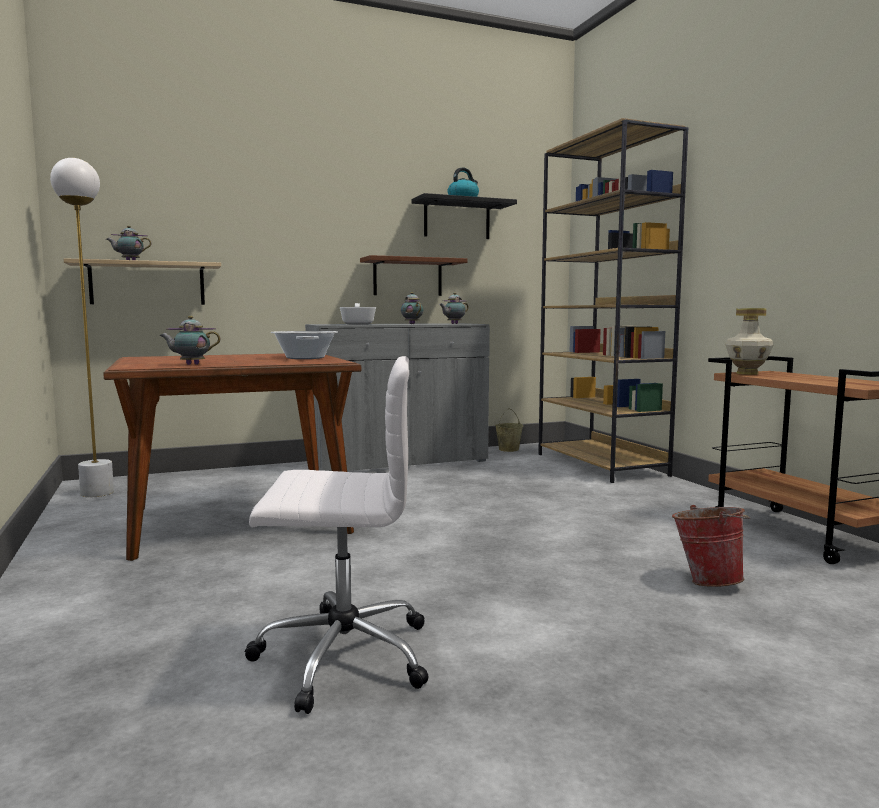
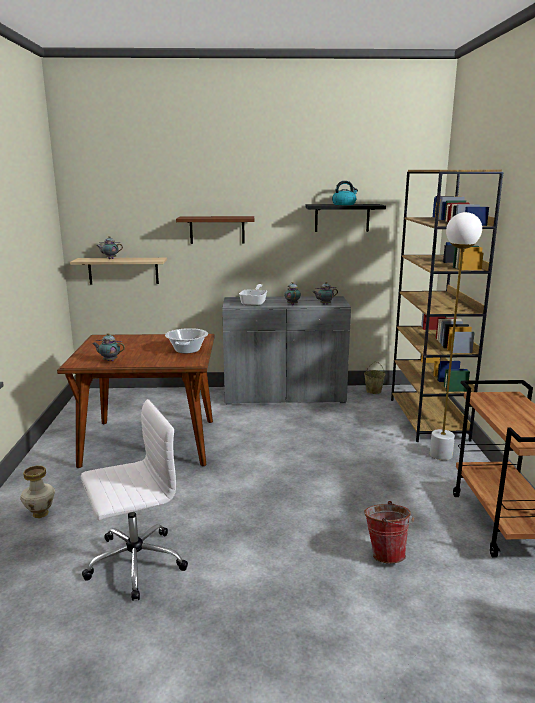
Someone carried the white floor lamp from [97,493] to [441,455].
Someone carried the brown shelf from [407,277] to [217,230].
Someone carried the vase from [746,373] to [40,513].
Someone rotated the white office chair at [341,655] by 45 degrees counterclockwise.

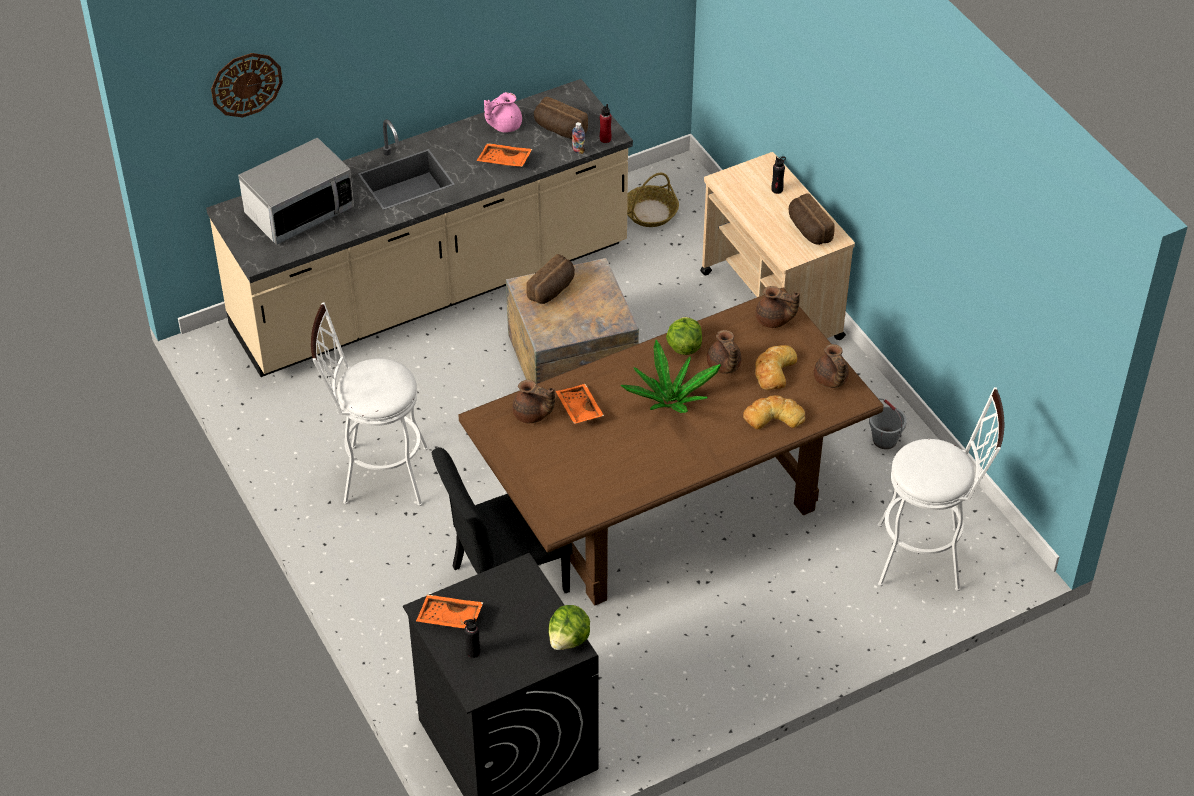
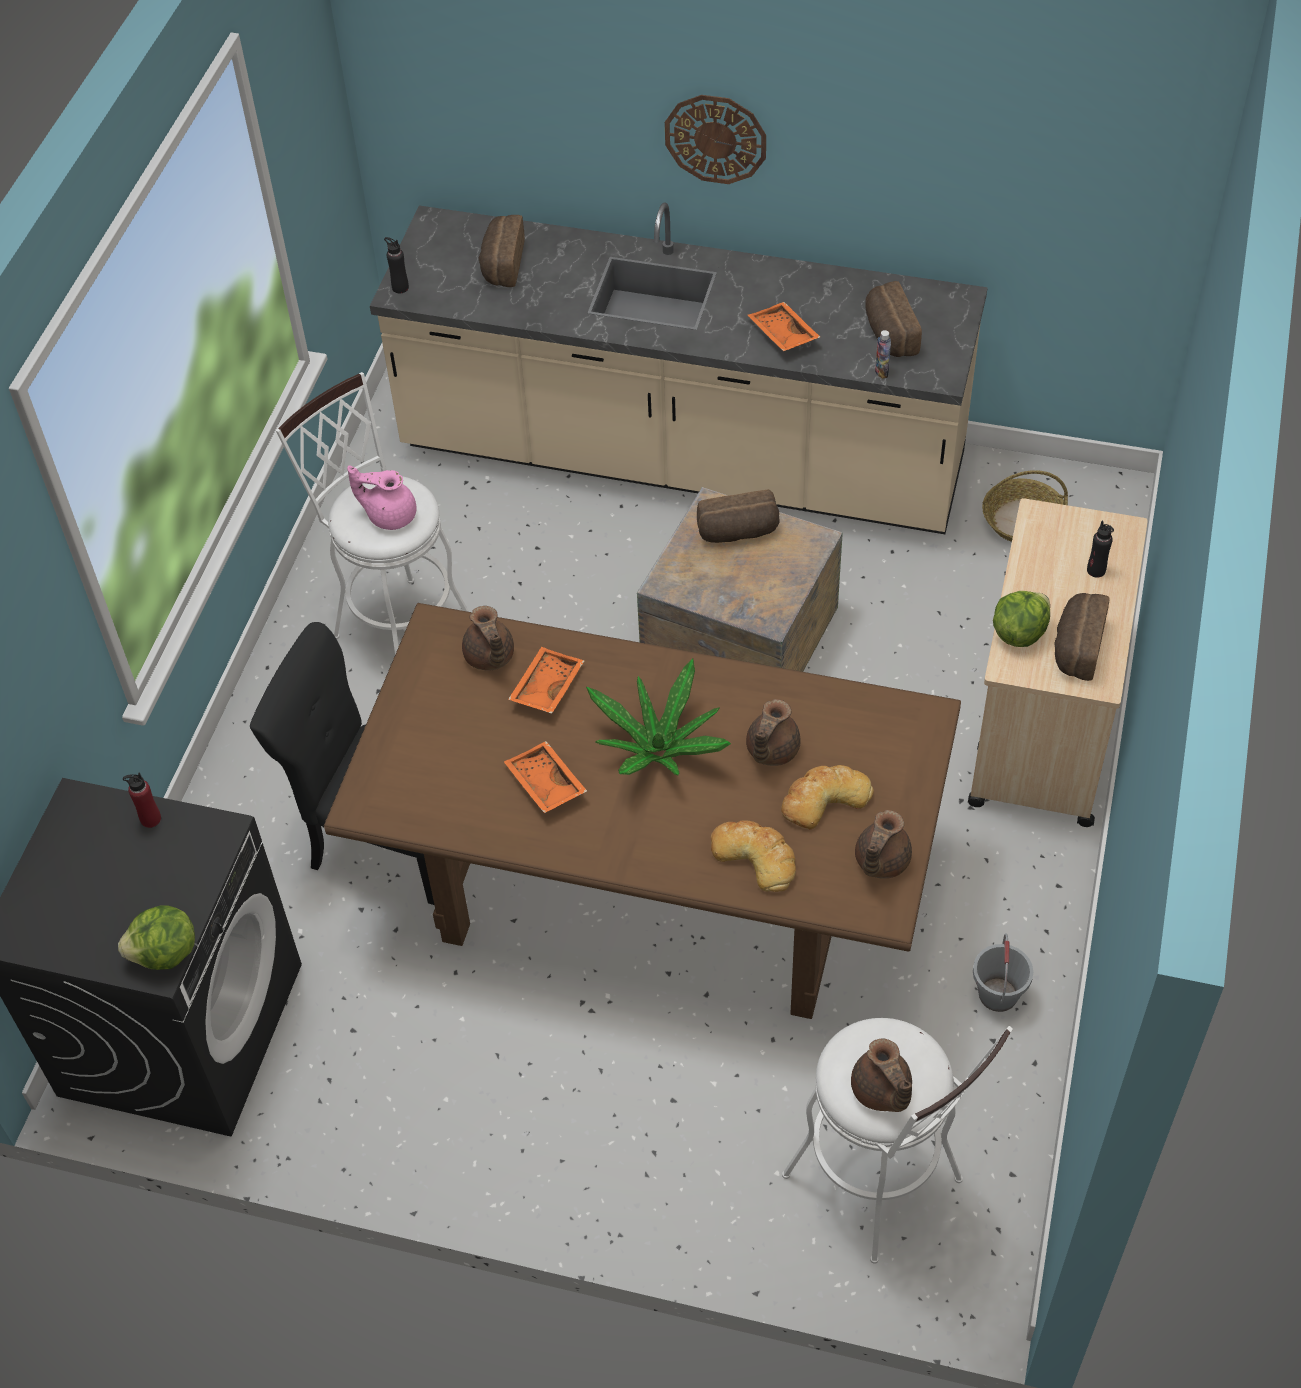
Someone carried the wall clock from [246,84] to [715,138].
Someone carried the pink teapot from [504,125] to [390,515].
Someone carried the red bottle from [605,139] to [150,819].
Someone swapped the microwave at [299,211] for the bread at [501,264].
Someone carried the brown teapot from [774,320] to [881,1092].
Someone carried the lettuce from [684,347] to [1019,633].
Someone carried the orange tray from [449,618] to [544,784].
Someone carried the black bottle from [473,652] to [400,287].

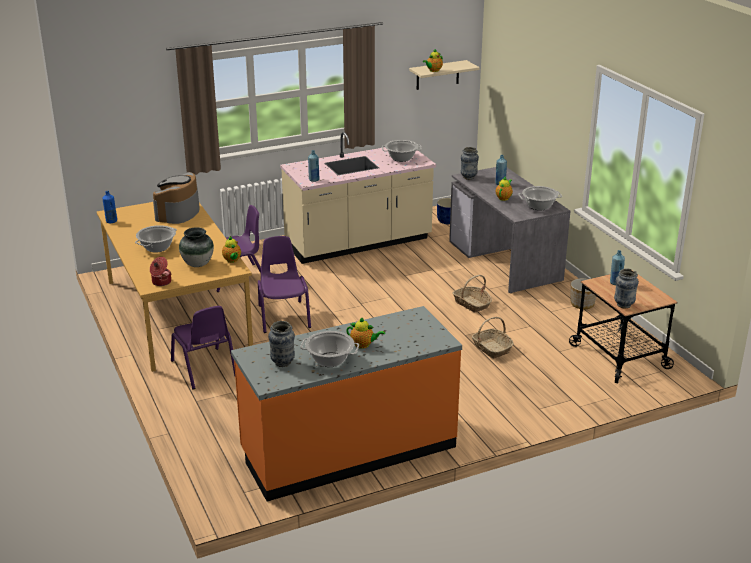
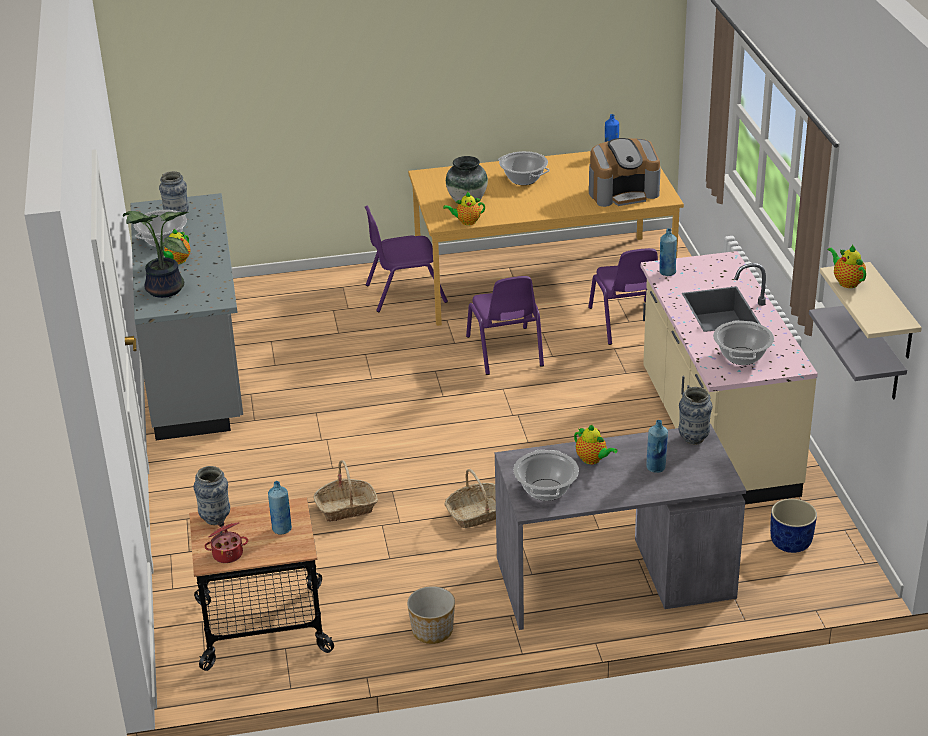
Someone rotated the coffee machine at [178,213] by 135 degrees clockwise.
Someone rotated the purple chair at [283,316] by 75 degrees clockwise.
Someone carried the cooking pot from [161,282] to [227,553].
Someone repainted the orange counter at [348,450], which became the grey counter at [197,370].
Someone put down the potted plant at [162,290].
Someone put up the grey shelf at [879,355].

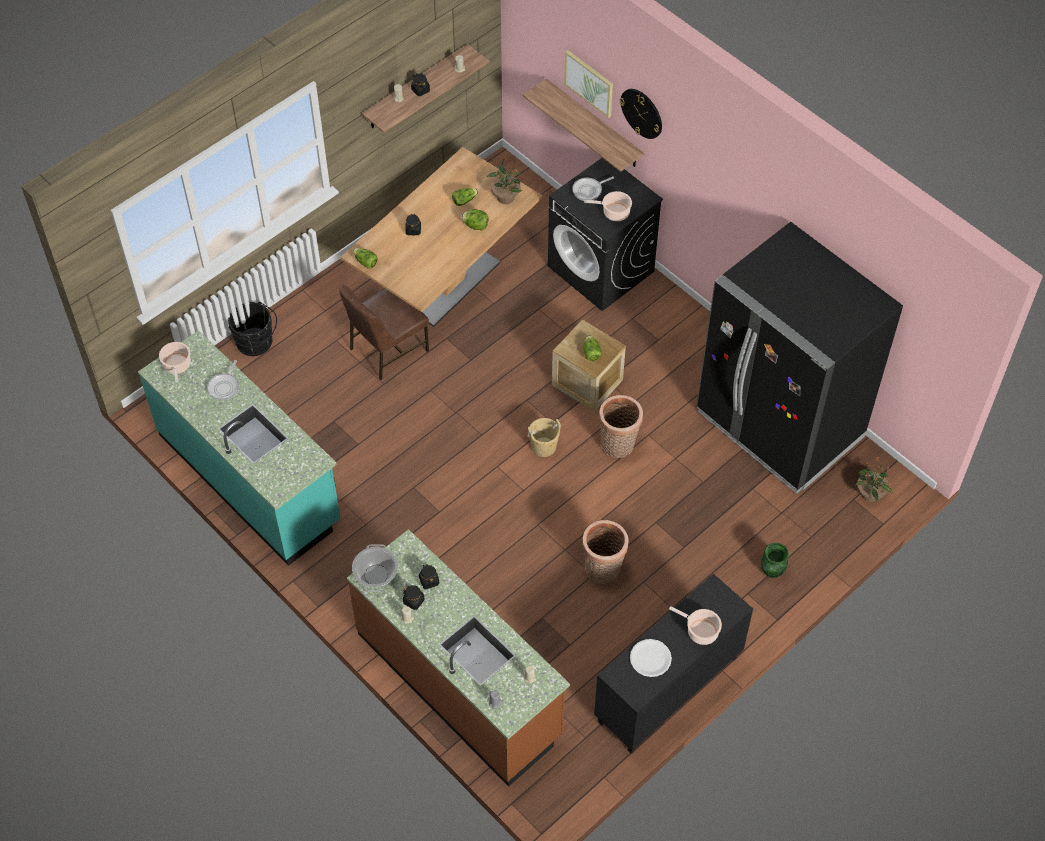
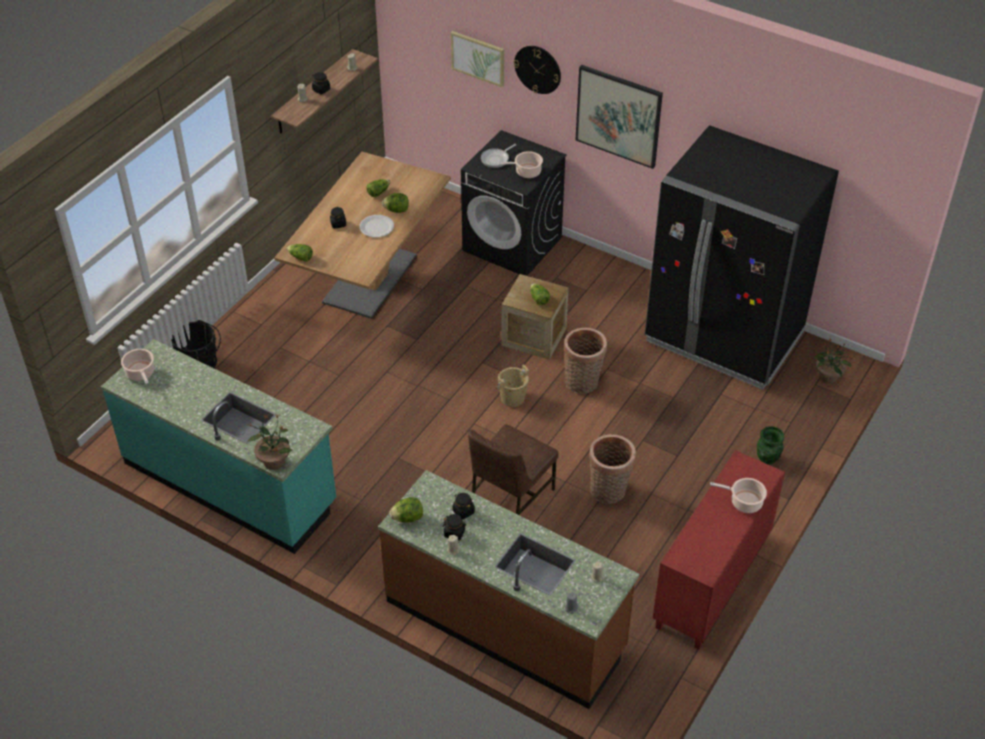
Someone took away the shelf at [594,124].
Someone carried the potted plant from [505,197] to [274,461].
Someone carried the brown chair from [387,349] to [510,497].
Someone took away the frying pan at [224,386].
Someone swapped the cooking pot at [376,575] for the lettuce at [408,518].
Someone repainted the black cabinet at [668,690], which became the red cabinet at [712,584].
Someone carried the white plate from [650,658] to [377,227].
Someone put up the picture at [618,116].

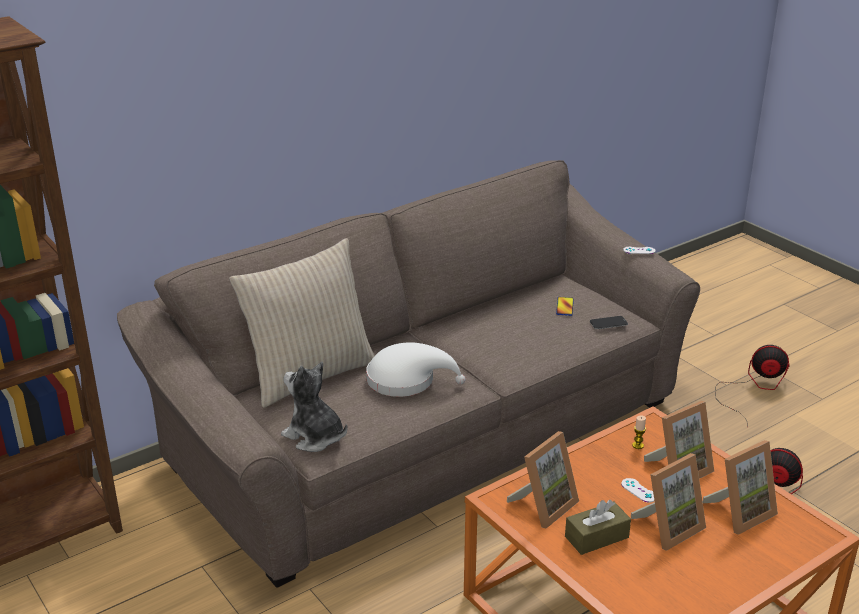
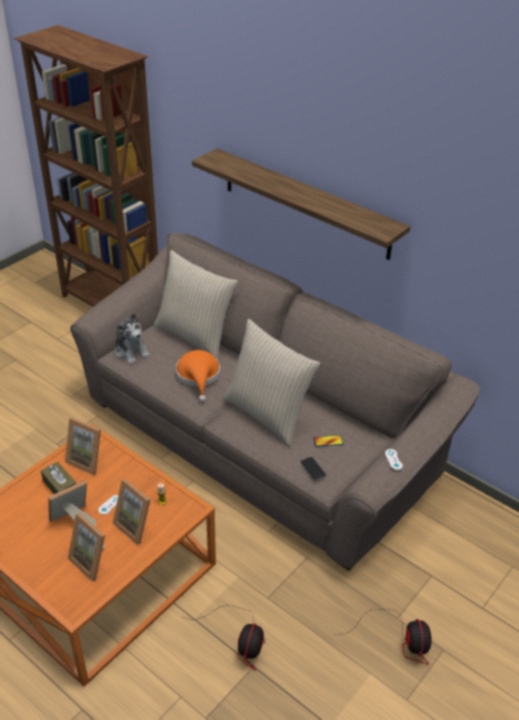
Someone repainted the white hat at [406,380], which became the orange hat at [199,376].
Someone rotated the plush toy at [314,437] by 120 degrees clockwise.
Someone rotated the picture frame at [668,527] by 105 degrees clockwise.
Someone put up the shelf at [305,203].
Someone put down the beige pillow at [267,414].

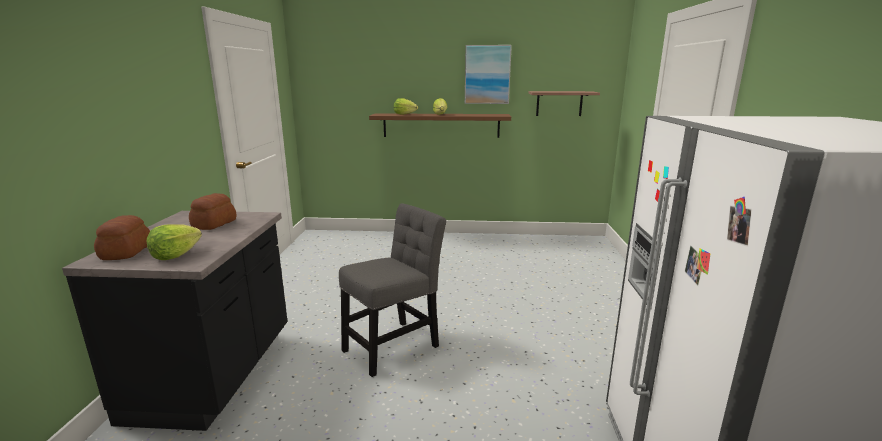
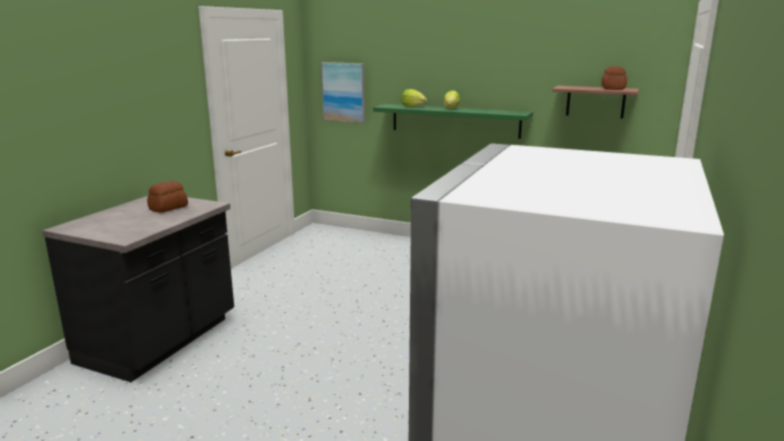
Someone carried the picture from [487,74] to [344,92].
Someone repainted the brown shelf at [441,125], which became the green shelf at [455,120].
Someone took away the grey chair at [394,345].
Someone carried the bread from [125,252] to [612,89].
Someone took away the lettuce at [175,255].

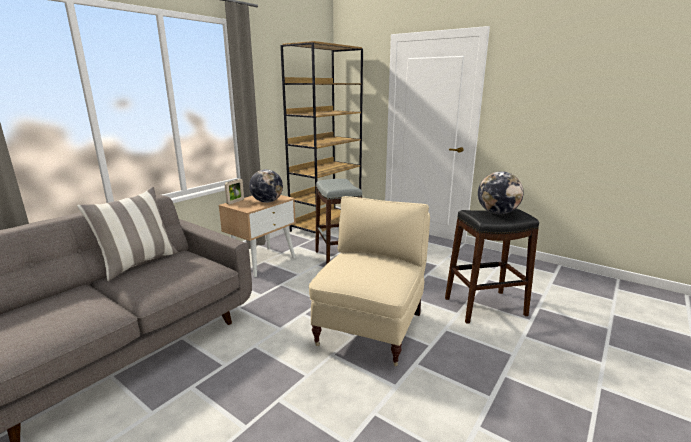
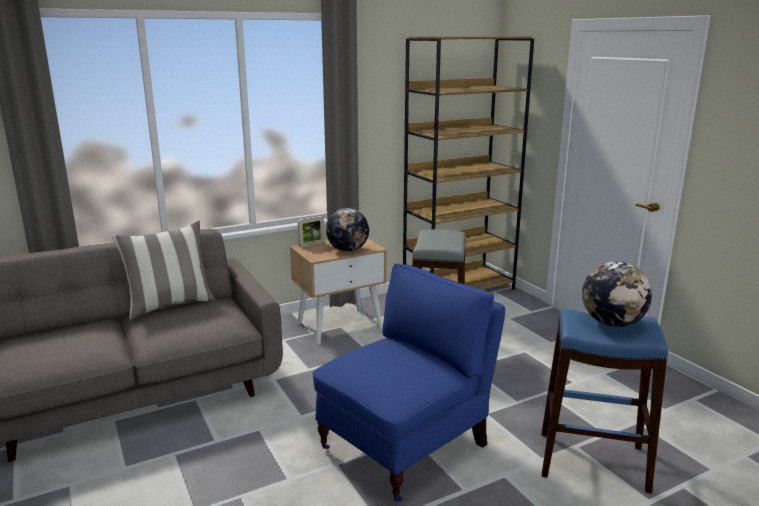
Someone repainted the beige armchair at [372,327], which became the blue armchair at [407,445].
Someone repainted the black stool at [485,306], which became the blue stool at [593,461].

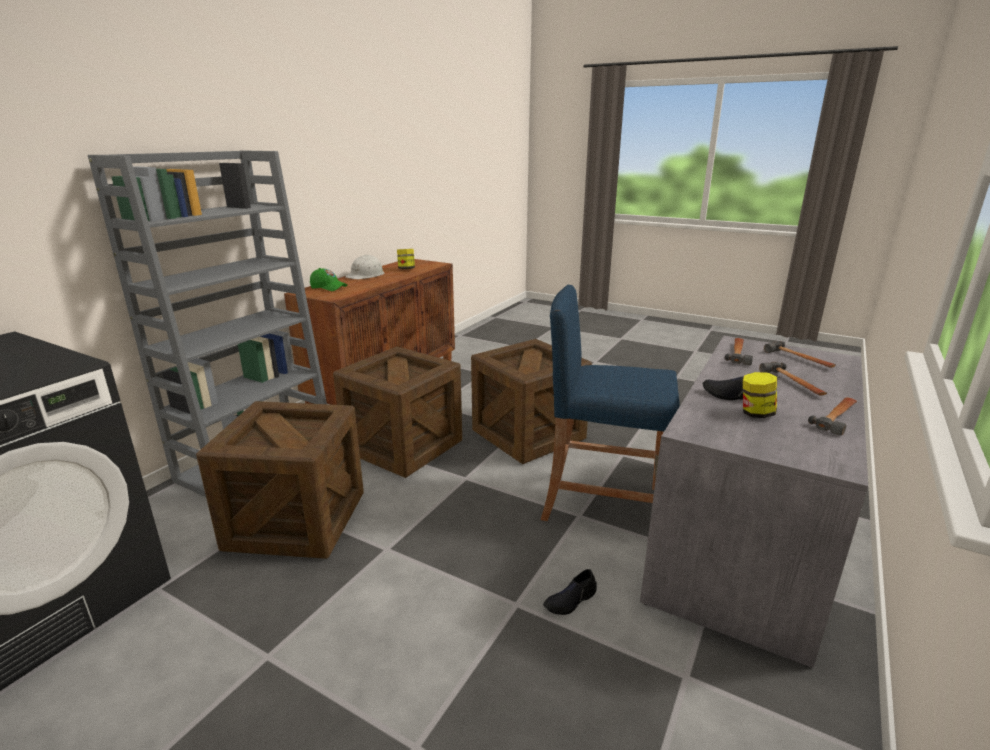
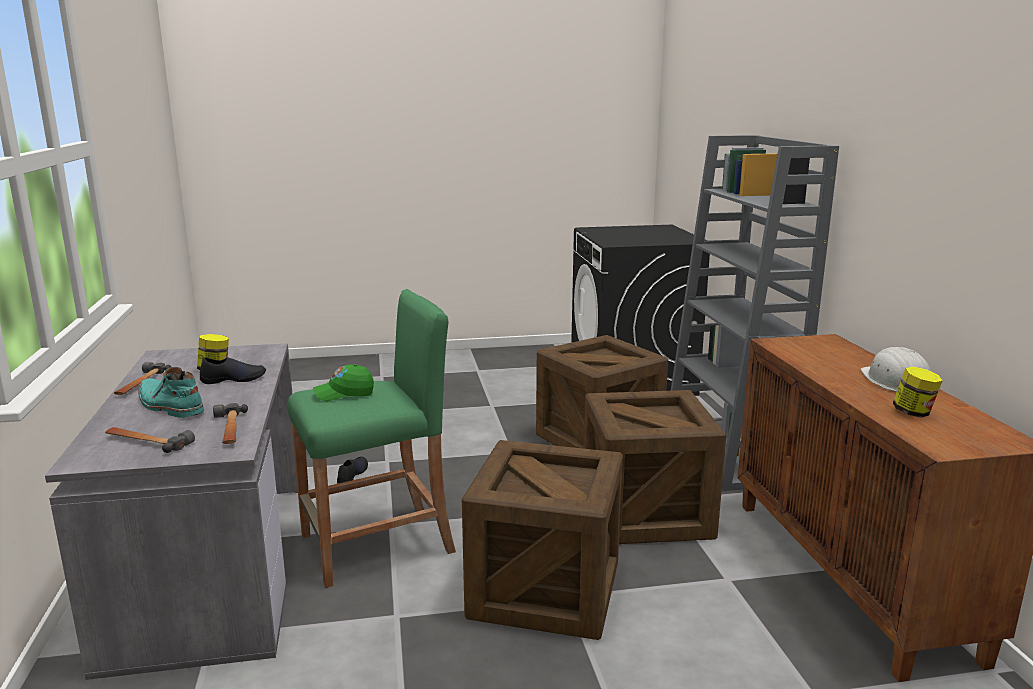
Someone carried the green cap from [328,288] to [344,394].
Someone repainted the blue stool at [602,503], which became the green stool at [377,544].
Someone swapped the hammer at [793,383] for the turquoise boot at [169,406].

